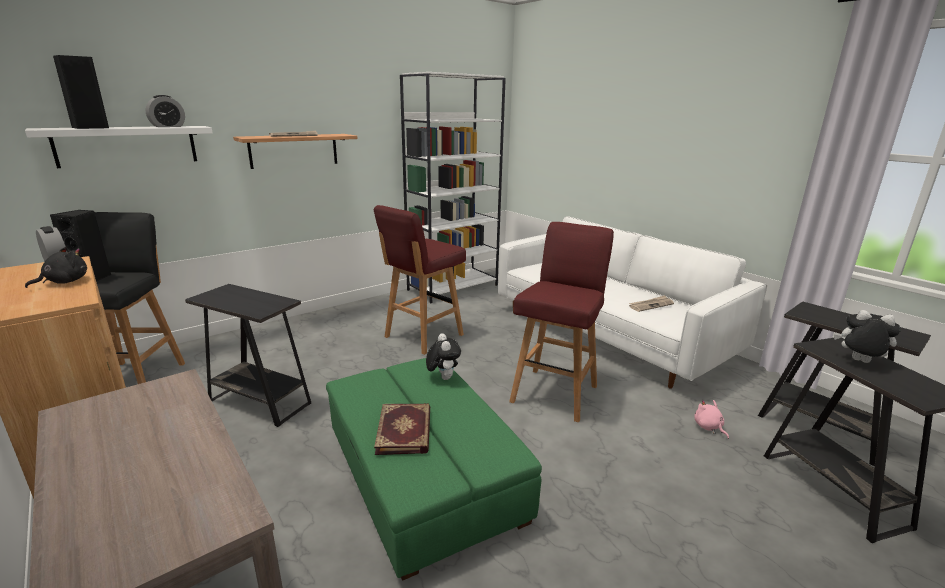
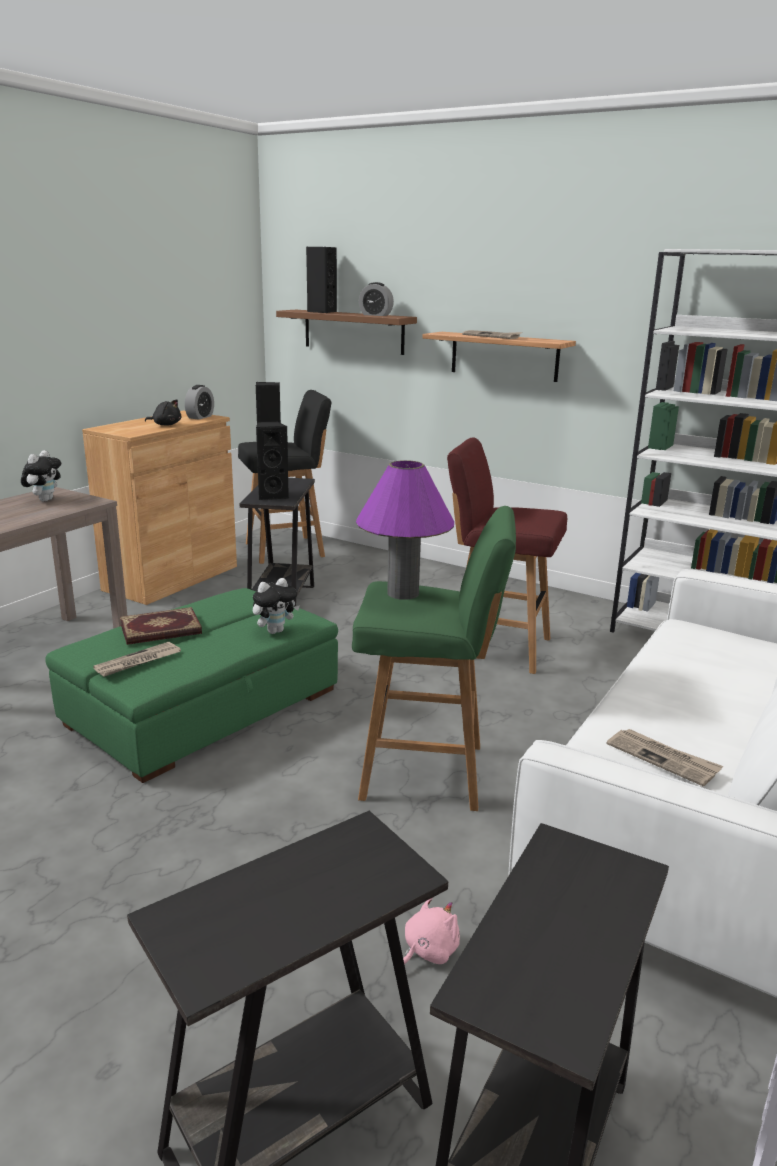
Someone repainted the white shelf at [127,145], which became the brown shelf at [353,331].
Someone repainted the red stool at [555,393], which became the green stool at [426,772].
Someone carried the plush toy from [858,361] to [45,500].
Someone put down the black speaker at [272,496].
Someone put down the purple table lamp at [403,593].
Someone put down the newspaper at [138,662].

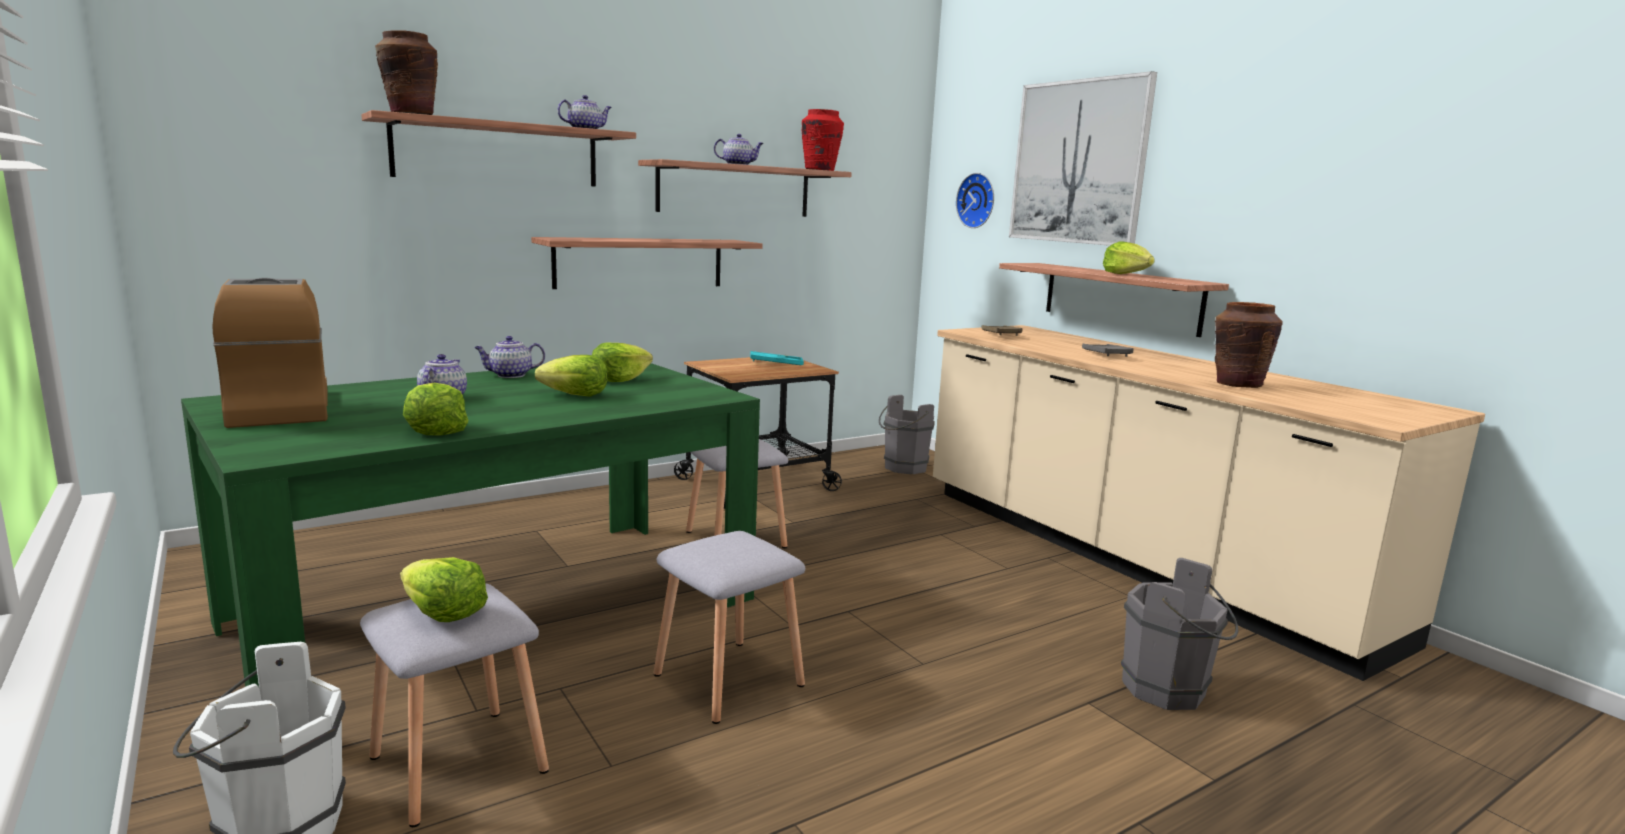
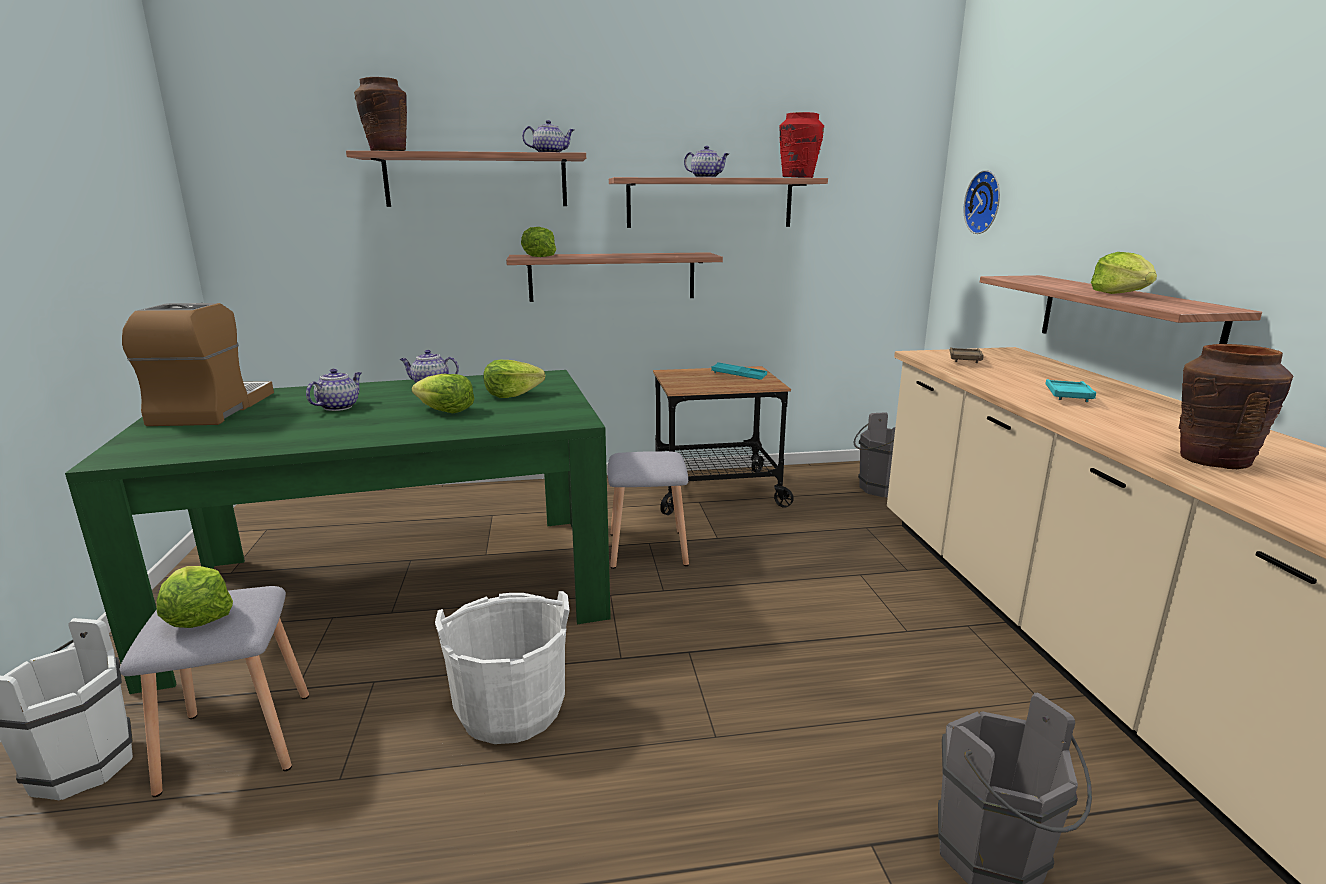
Someone took away the picture at [1078,162].
Someone repainted the grey tray at [1106,354], which became the turquoise tray at [1067,395].
Someone carried the lettuce from [434,431] to [539,256].
Someone swapped the grey stool at [727,681] for the white bucket at [511,709].

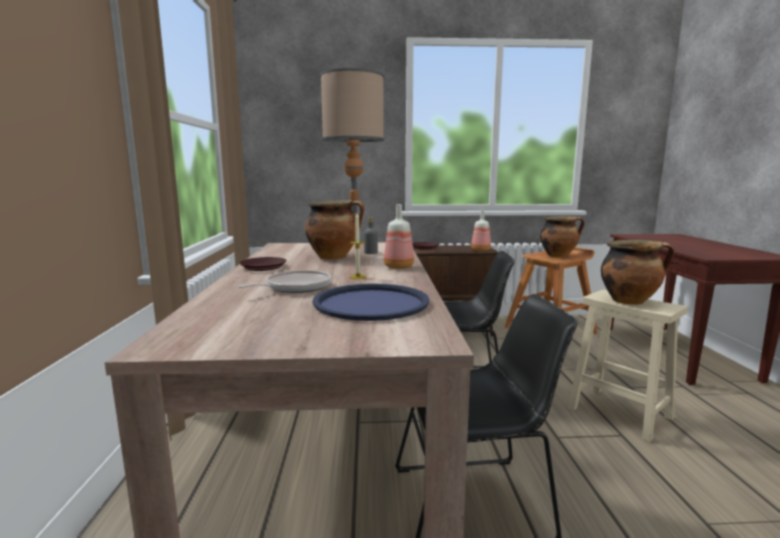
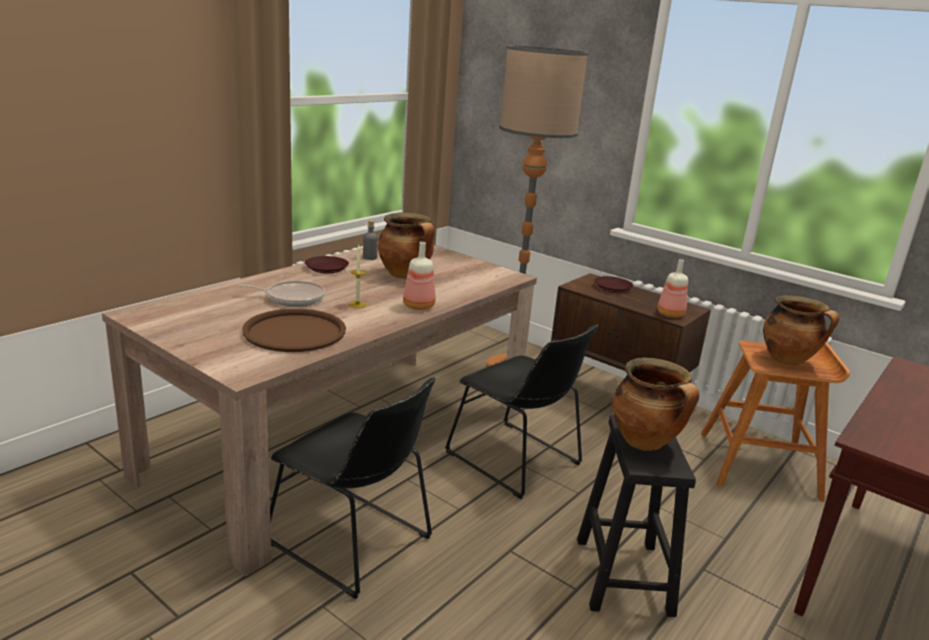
Someone carried the grey bottle from [371,253] to [370,257].
Someone repainted the blue tray at [371,303], which became the brown tray at [294,332].
Someone repainted the beige stool at [621,413], which became the black stool at [624,577].

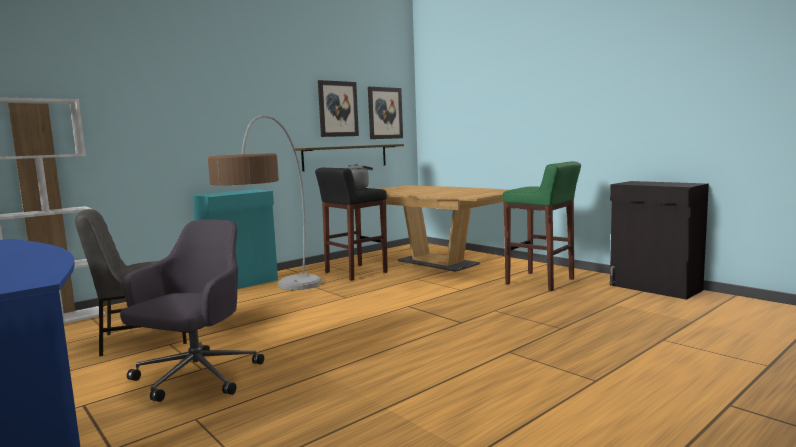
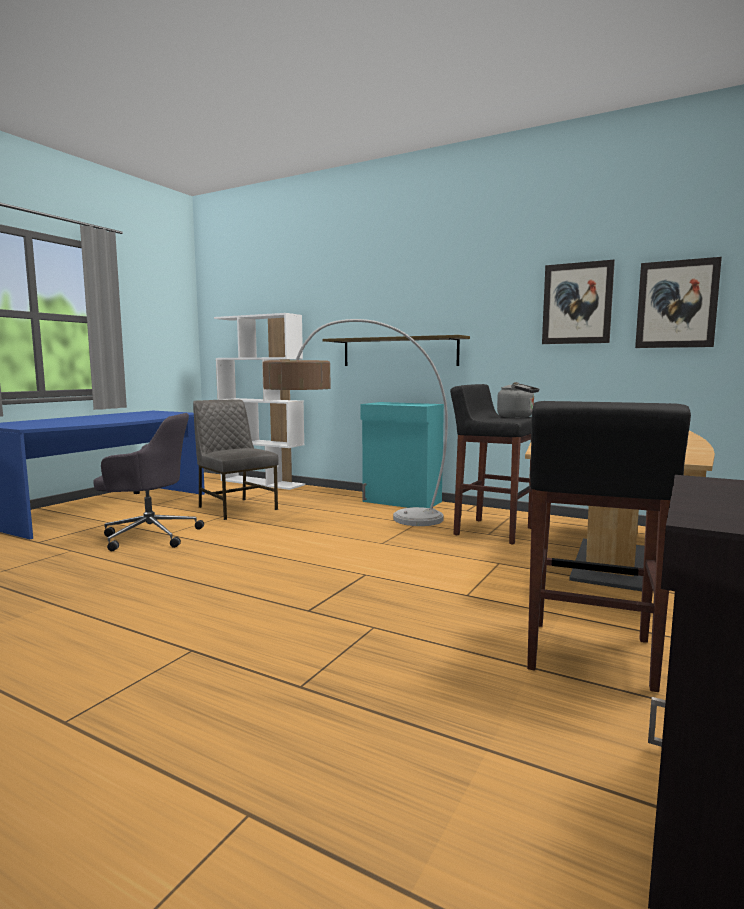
Someone carried the shelf from [345,157] to [399,352].
Someone repainted the green stool at [541,282], which became the black stool at [589,655].

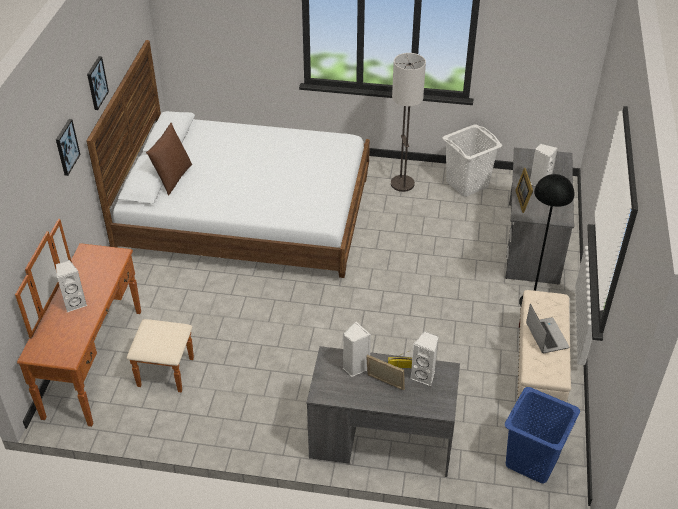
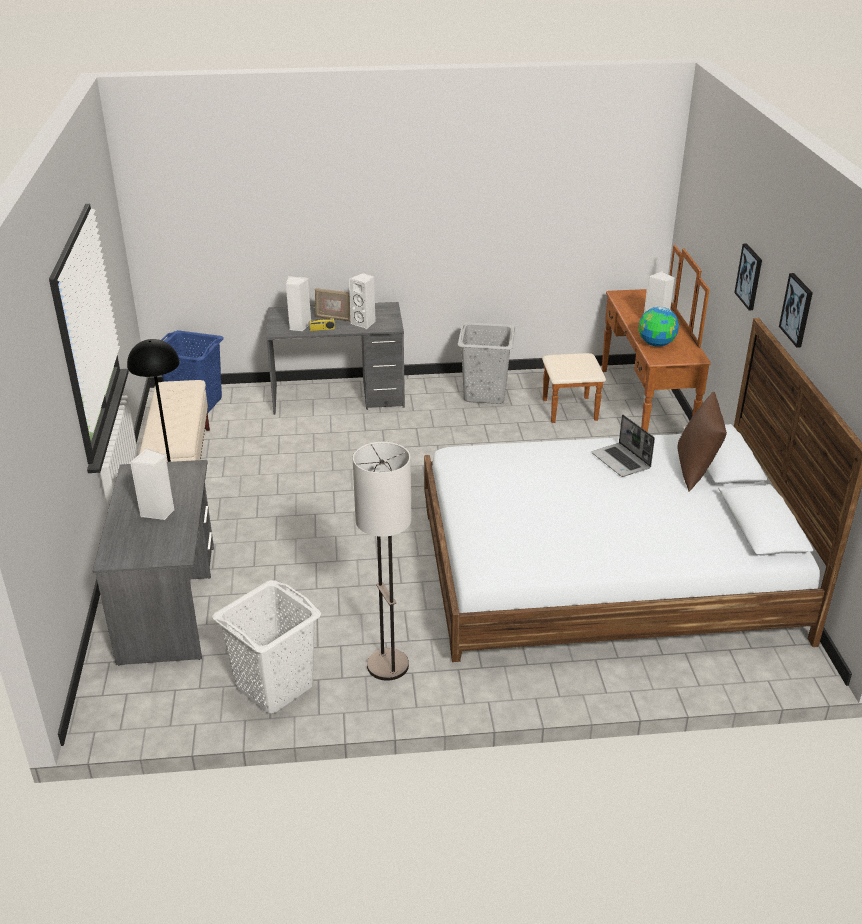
Someone took away the picture frame at [523,200].
Someone carried the laptop from [546,336] to [621,461].
Someone put down the globe at [656,344].
Someone put down the grey laundry basket at [485,394].

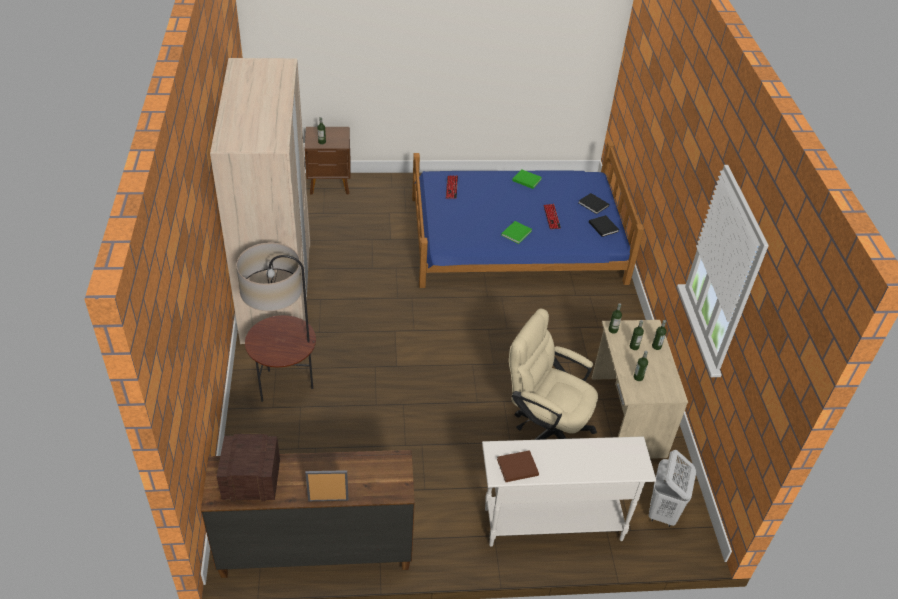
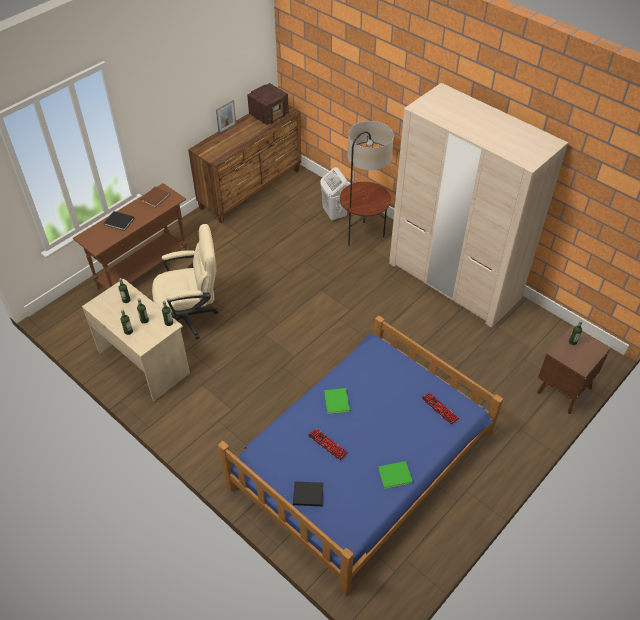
Someone carried the black book from [603,226] to [120,222].
Someone repainted the white console table at [552,523], which became the brown console table at [144,271].
Someone carried the white laundry basket from [662,512] to [334,214].

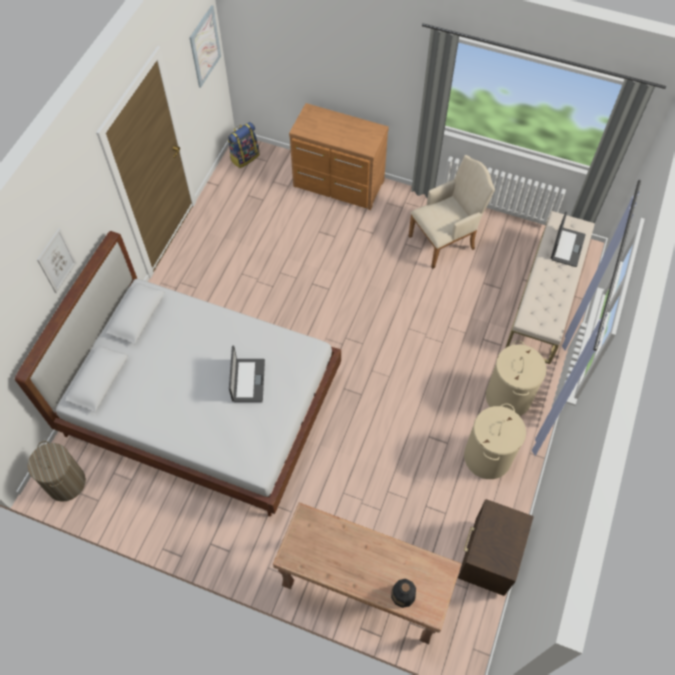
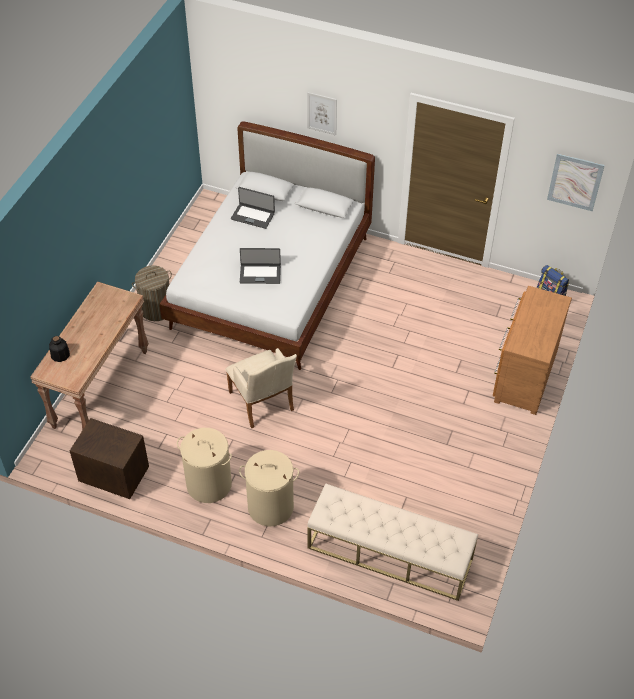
Someone carried the beige armchair from [445,240] to [263,404].
Someone carried the laptop from [567,247] to [253,216].
Someone carried the laundry basket from [66,482] to [156,309].

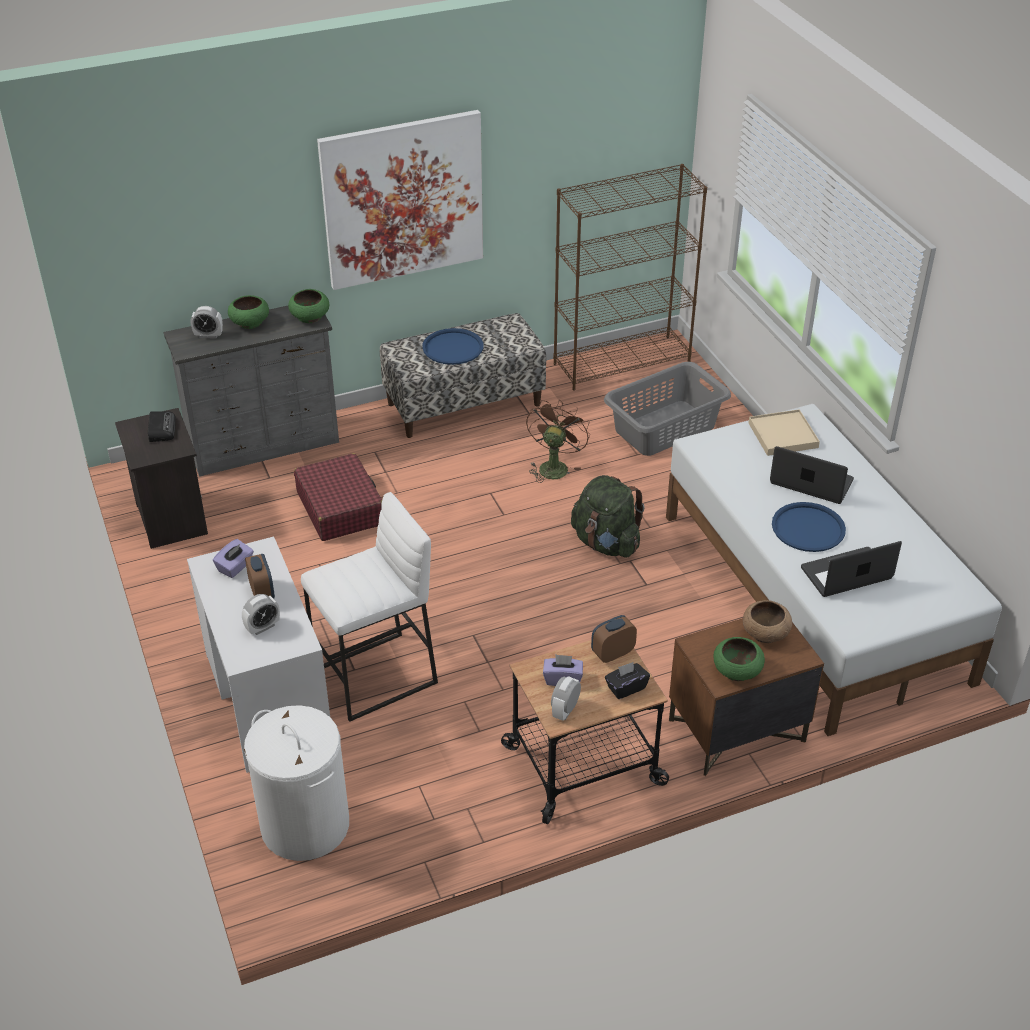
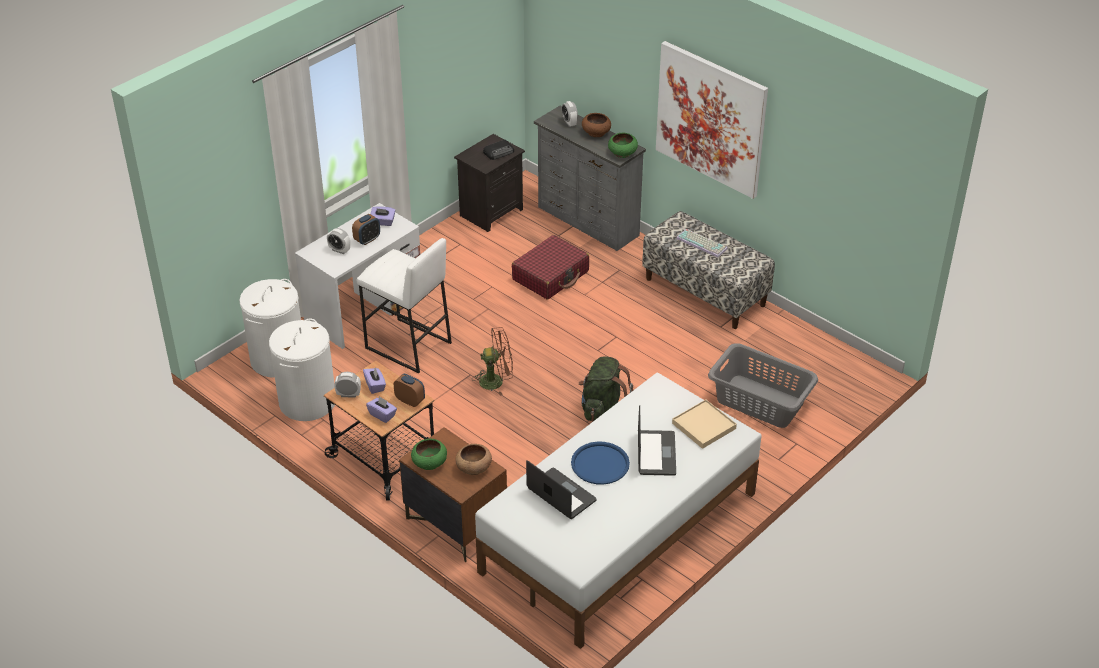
Someone took away the brown bookcase at [622,362].
Someone repainted the green bowl at [249,323], which became the brown bowl at [596,132].
Someone swapped the blue tray at [452,347] for the keyboard at [702,243].
Someone carried the brown fan from [554,466] to [496,381].
Someone repainted the black tissue box at [626,688], which became the purple tissue box at [382,415].
Someone put down the white laundry basket at [307,402].

